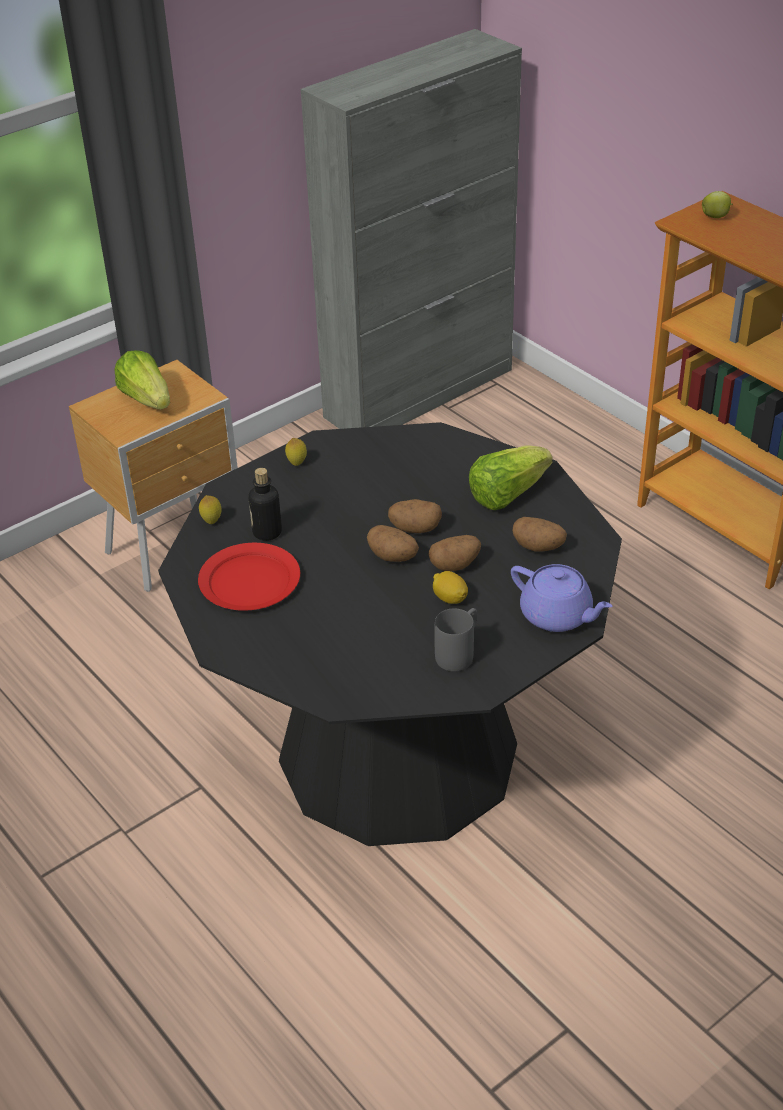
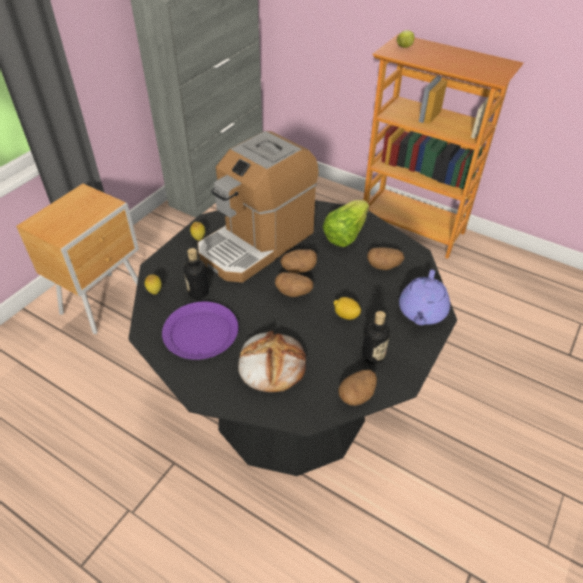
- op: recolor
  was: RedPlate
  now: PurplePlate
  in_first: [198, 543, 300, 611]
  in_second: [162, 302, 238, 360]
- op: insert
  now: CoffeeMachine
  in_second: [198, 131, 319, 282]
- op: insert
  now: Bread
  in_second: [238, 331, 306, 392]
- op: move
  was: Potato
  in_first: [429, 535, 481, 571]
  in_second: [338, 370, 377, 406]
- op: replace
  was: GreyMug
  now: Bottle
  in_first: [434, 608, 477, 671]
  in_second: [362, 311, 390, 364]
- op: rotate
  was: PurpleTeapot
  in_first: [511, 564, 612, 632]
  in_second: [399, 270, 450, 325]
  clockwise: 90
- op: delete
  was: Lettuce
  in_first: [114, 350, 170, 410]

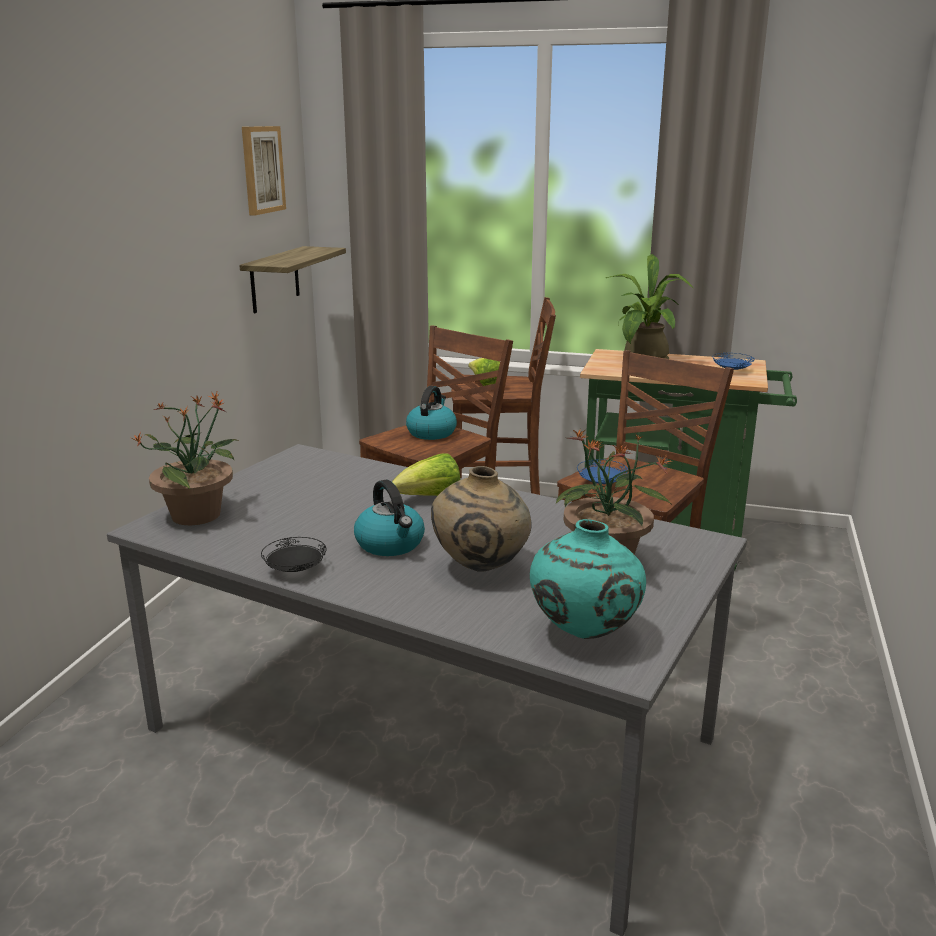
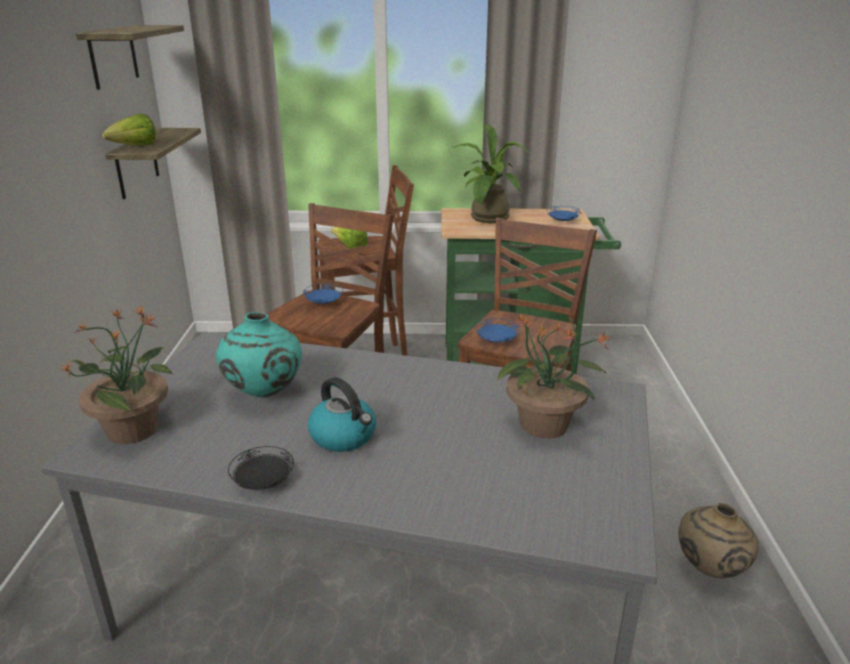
- op: replace
  was: Picture
  now: Shelf
  in_first: [242, 126, 286, 216]
  in_second: [76, 25, 184, 90]
- op: move
  was: Lettuce
  in_first: [392, 454, 460, 496]
  in_second: [102, 114, 156, 146]
- op: move
  was: TurquoiseVase
  in_first: [530, 519, 646, 639]
  in_second: [216, 312, 302, 398]
- op: replace
  was: Kettle
  now: BluePlate
  in_first: [406, 386, 457, 440]
  in_second: [303, 283, 343, 304]
- op: move
  was: BeigeVase
  in_first: [431, 466, 532, 572]
  in_second: [678, 503, 759, 578]

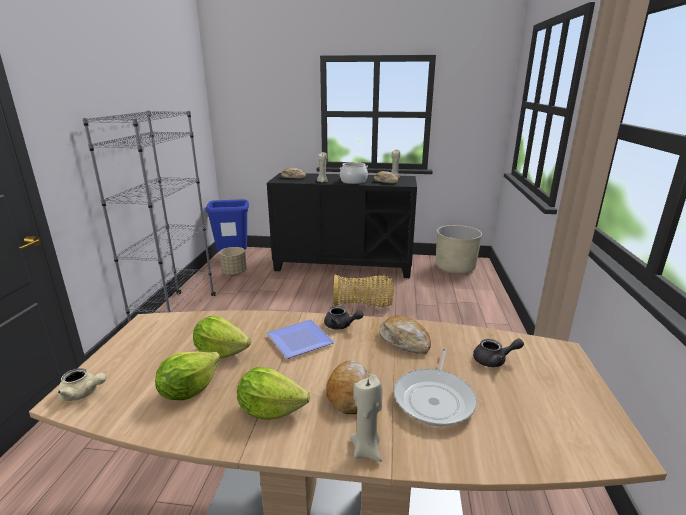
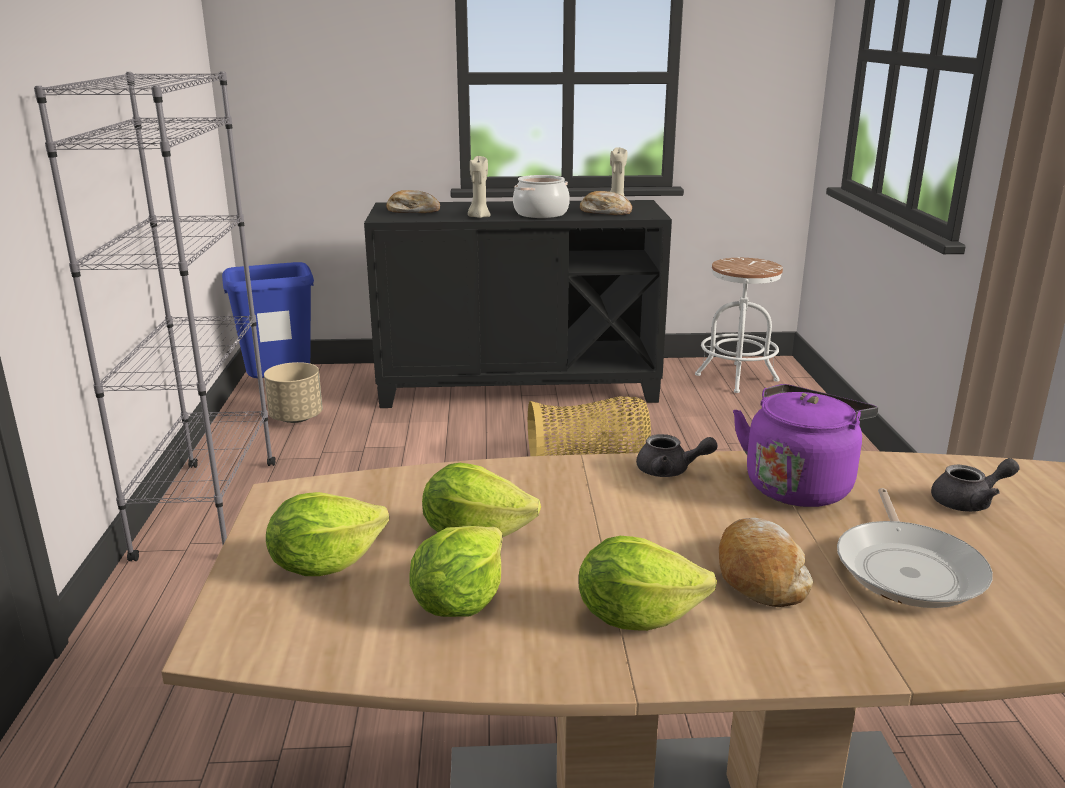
- op: insert
  now: Lettuce
  in_second: [266, 492, 389, 576]
- op: replace
  was: BeigePlanter
  now: WhiteStool
  in_first: [436, 225, 482, 274]
  in_second: [695, 258, 783, 393]
- op: replace
  was: Bread
  now: PurpleKettle
  in_first: [379, 315, 431, 354]
  in_second: [733, 384, 878, 507]
- op: delete
  was: BeigeTeapot
  in_first: [57, 368, 107, 401]
- op: delete
  was: Plate
  in_first: [266, 319, 334, 359]
- op: delete
  was: BeigeCandle
  in_first: [350, 374, 382, 462]

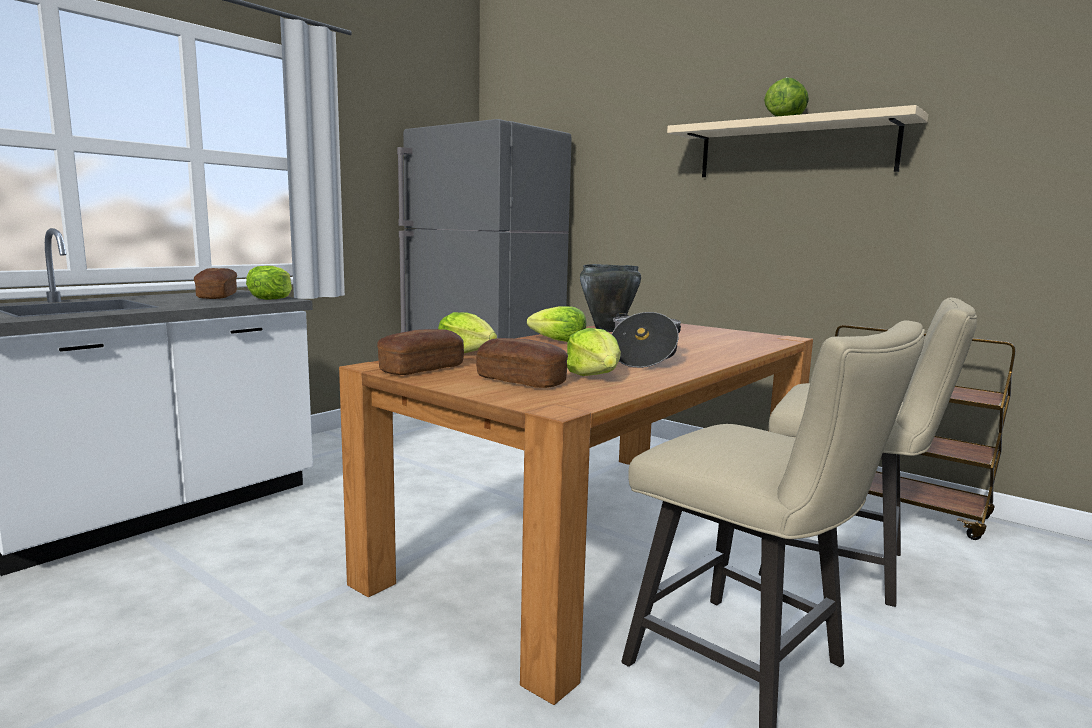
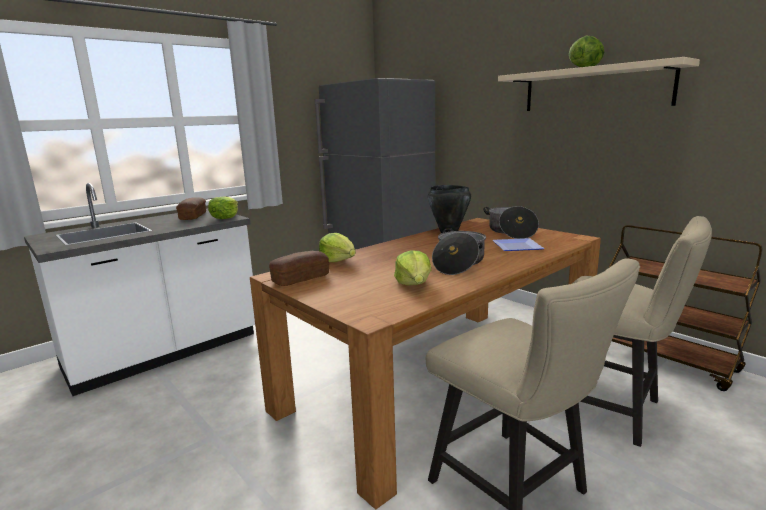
- op: insert
  now: CookingPot
  in_second: [484, 206, 539, 239]
- op: insert
  now: Plate
  in_second: [493, 238, 545, 251]
- op: delete
  was: Bread
  in_first: [476, 338, 568, 388]
- op: delete
  was: Lettuce
  in_first: [527, 306, 586, 342]

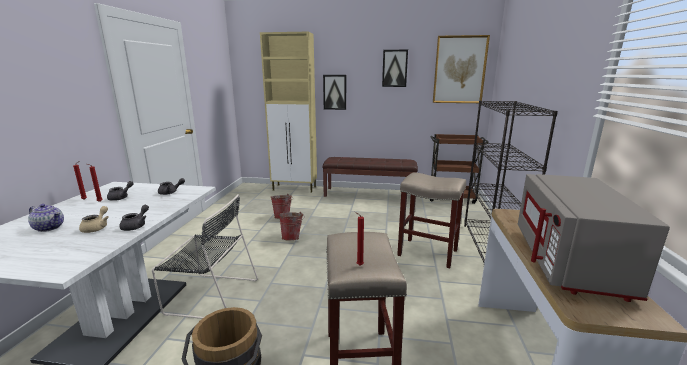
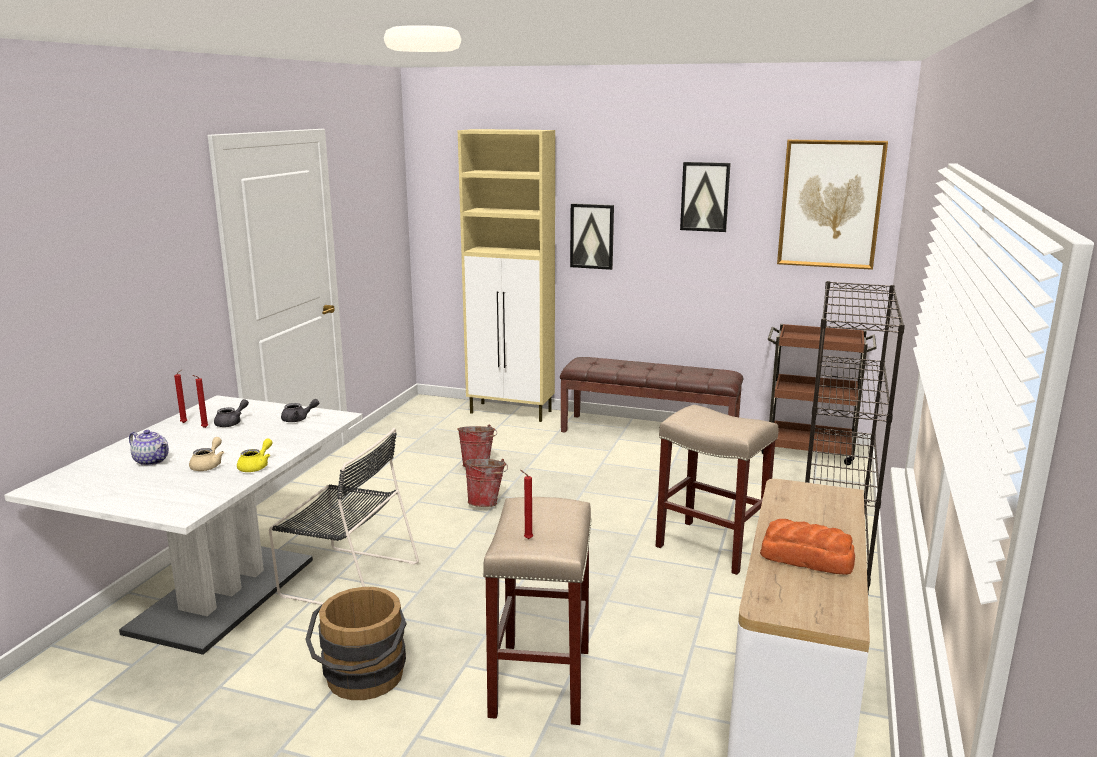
- op: recolor
  was: GreyTeapot
  now: YellowTeapot
  in_first: [120, 205, 149, 231]
  in_second: [237, 438, 273, 472]
- op: replace
  was: GreyMicrowave
  now: Bread
  in_first: [518, 174, 670, 302]
  in_second: [760, 519, 855, 575]

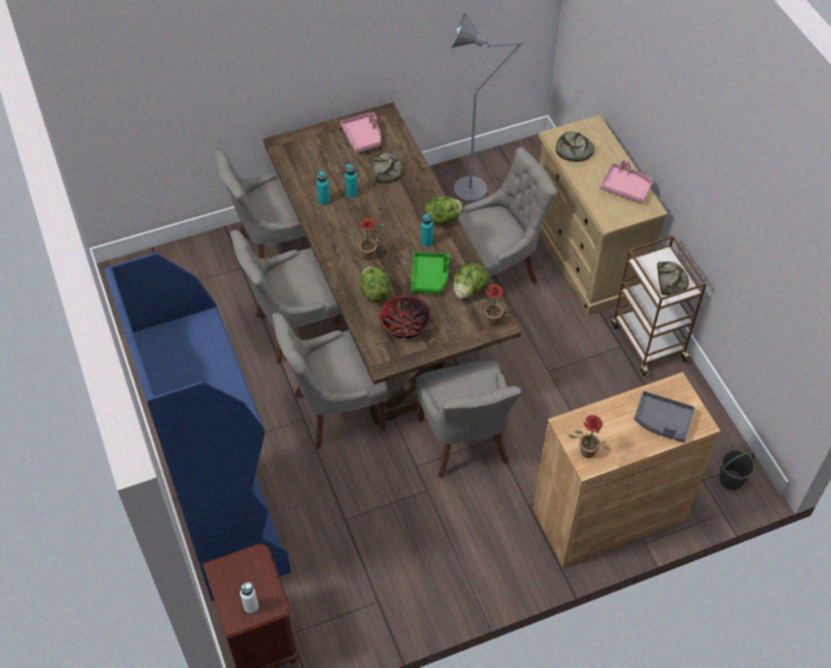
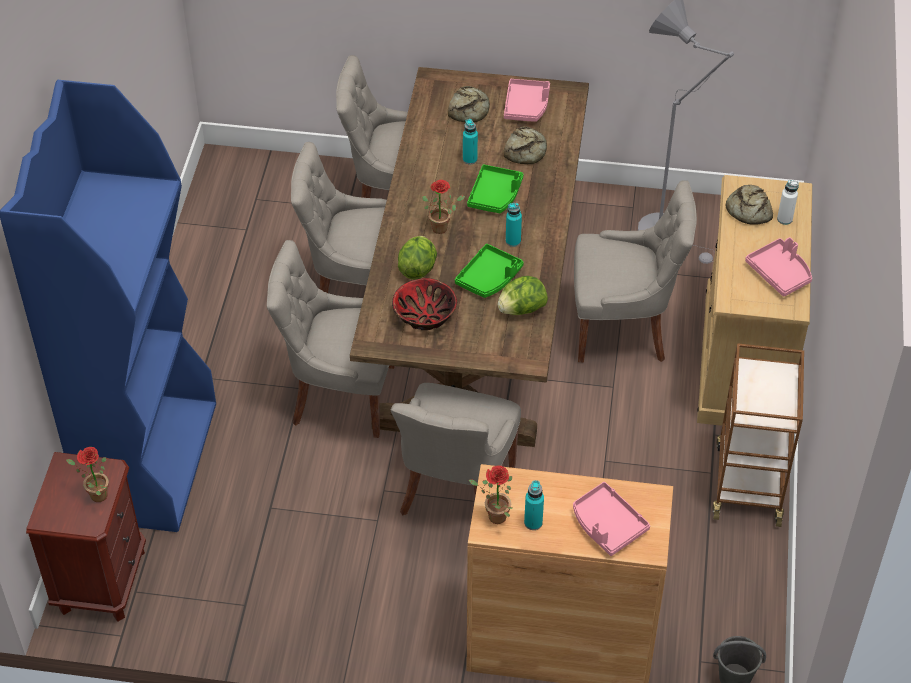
- op: move
  was: PottedPlant
  in_first: [473, 284, 510, 326]
  in_second: [66, 447, 109, 502]
- op: move
  was: Bread
  in_first: [657, 261, 689, 296]
  in_second: [448, 86, 490, 122]
- op: insert
  now: GreenTray
  in_second: [467, 164, 524, 213]
- op: move
  was: TurquoiseBottle
  in_first: [316, 170, 330, 206]
  in_second: [524, 480, 544, 530]
- op: recolor
  was: GreyTray
  now: PinkTray
  in_first: [634, 391, 695, 442]
  in_second: [573, 482, 650, 556]
- op: move
  was: WhiteBottle
  in_first: [240, 582, 259, 614]
  in_second: [777, 180, 799, 225]
- op: delete
  was: Lettuce
  in_first: [424, 196, 462, 226]

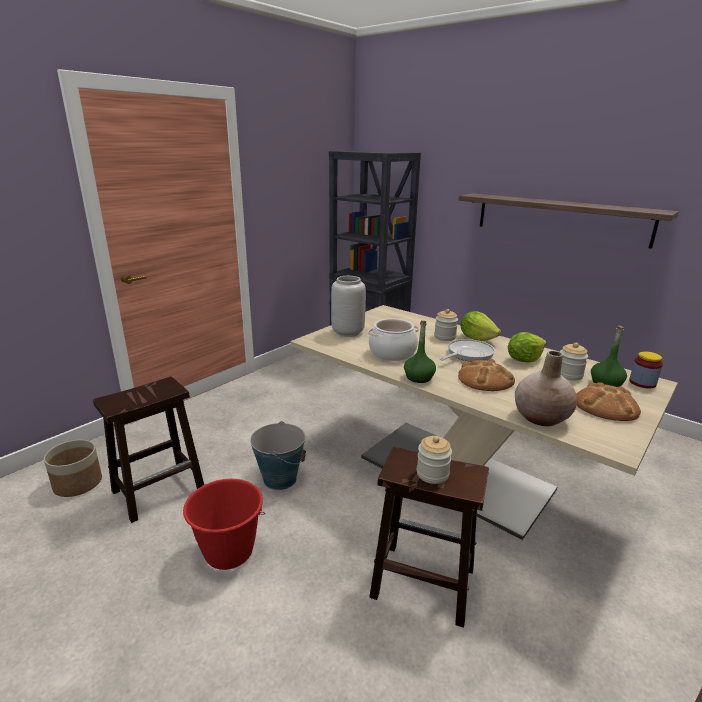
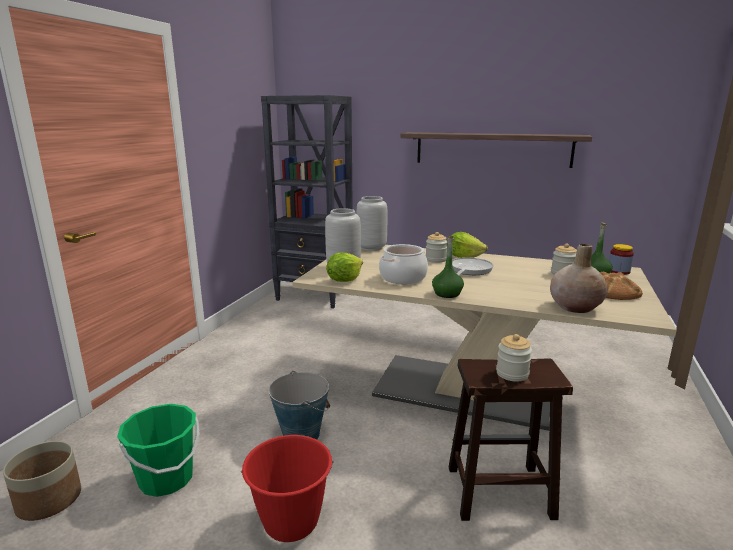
- op: replace
  was: BrownStool
  now: GreenBucket
  in_first: [93, 377, 204, 523]
  in_second: [117, 404, 200, 497]
- op: move
  was: Lettuce
  in_first: [508, 332, 547, 363]
  in_second: [326, 253, 363, 282]
- op: insert
  now: GreyVase
  in_second: [357, 196, 387, 251]
- op: delete
  was: Bread
  in_first: [458, 358, 515, 391]

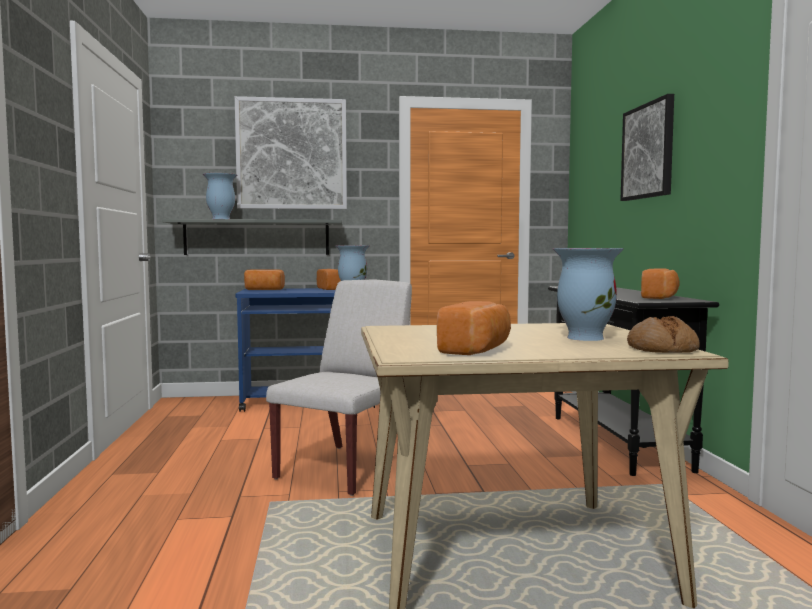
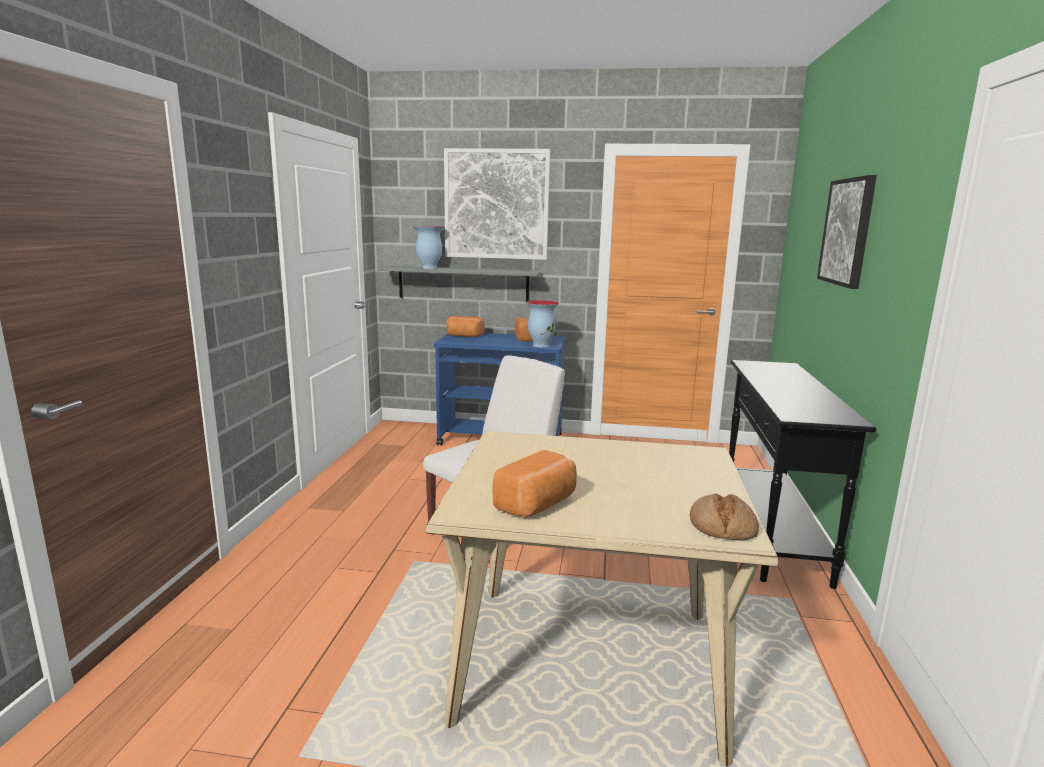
- op: delete
  was: Vase
  in_first: [553, 248, 624, 341]
- op: delete
  was: Bread
  in_first: [641, 268, 680, 299]

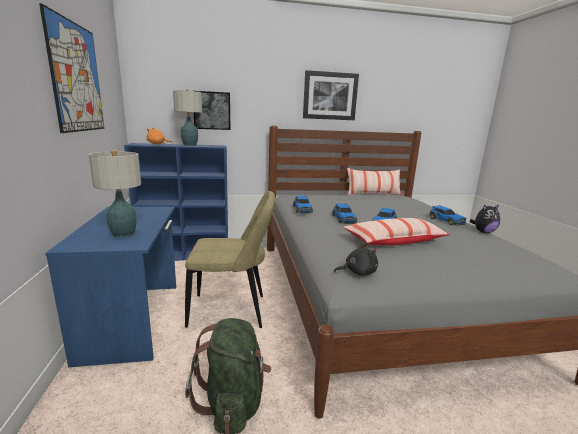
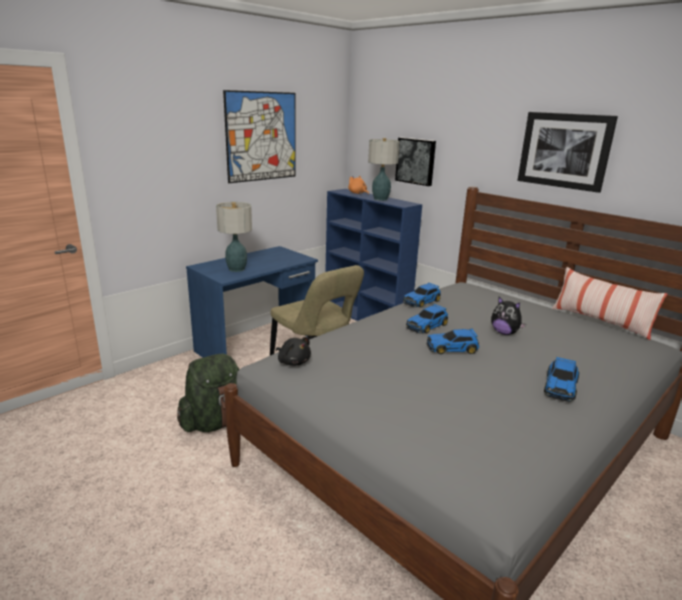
- op: move
  was: PlushToy
  in_first: [470, 205, 500, 233]
  in_second: [491, 297, 526, 335]
- op: delete
  was: Pillow
  in_first: [343, 218, 450, 245]

